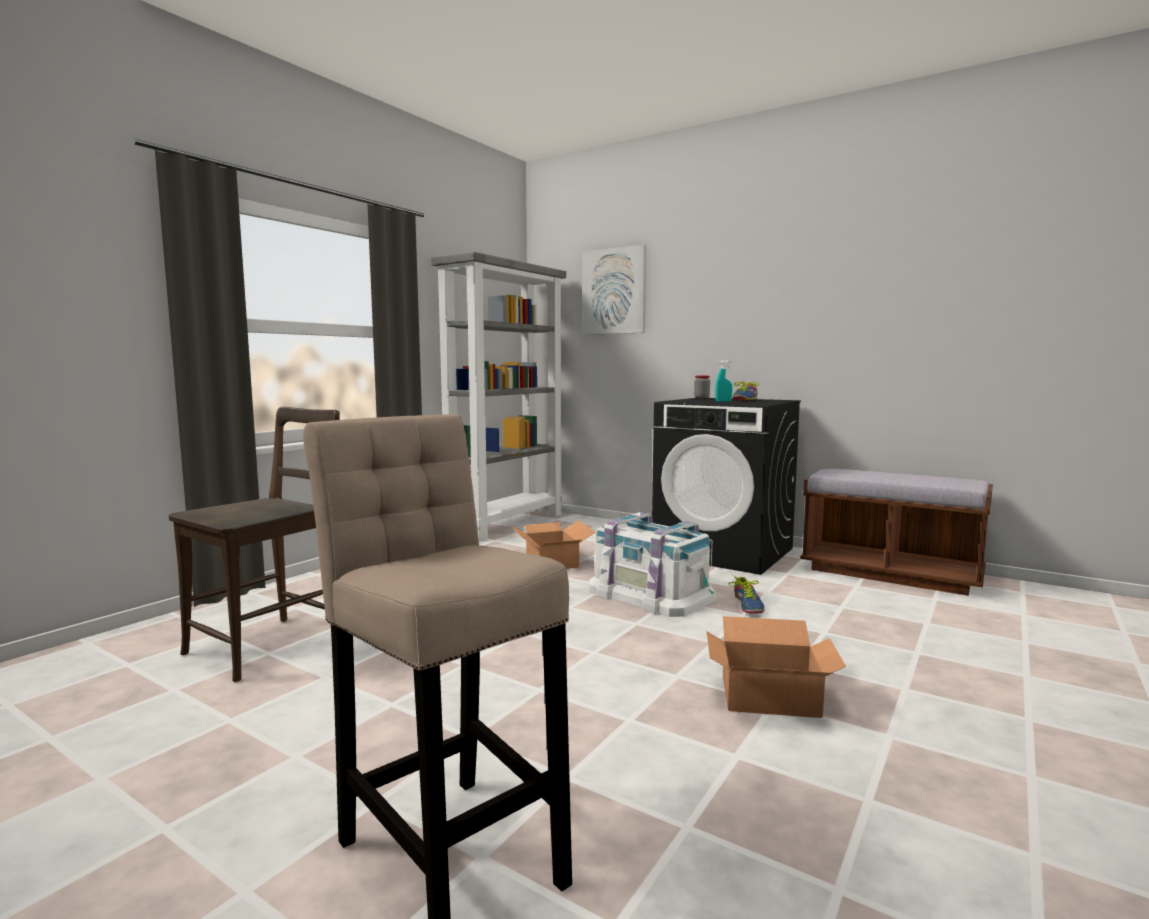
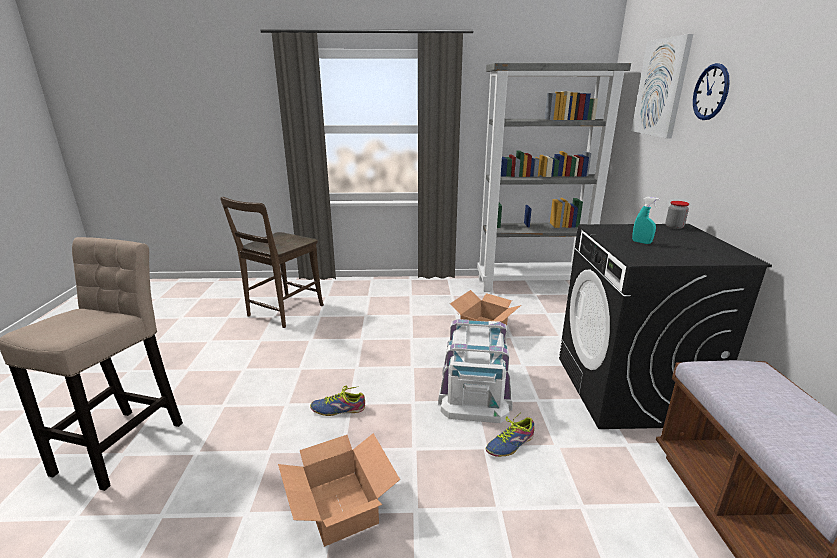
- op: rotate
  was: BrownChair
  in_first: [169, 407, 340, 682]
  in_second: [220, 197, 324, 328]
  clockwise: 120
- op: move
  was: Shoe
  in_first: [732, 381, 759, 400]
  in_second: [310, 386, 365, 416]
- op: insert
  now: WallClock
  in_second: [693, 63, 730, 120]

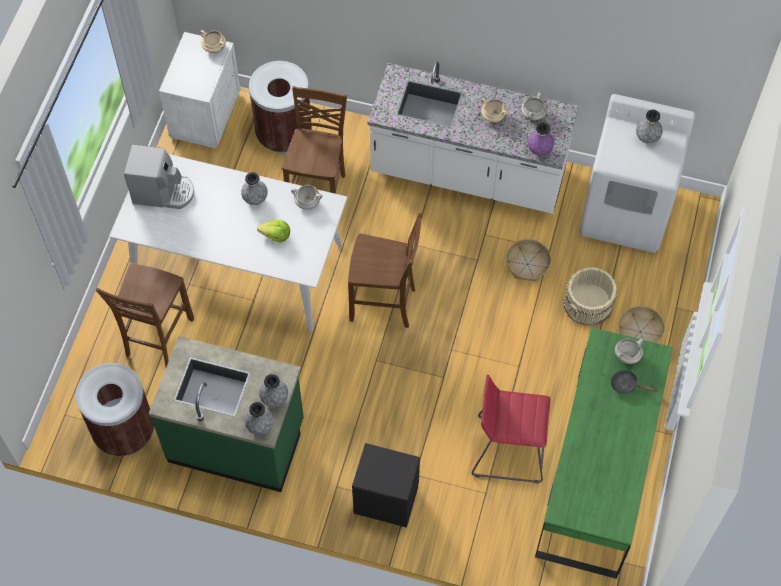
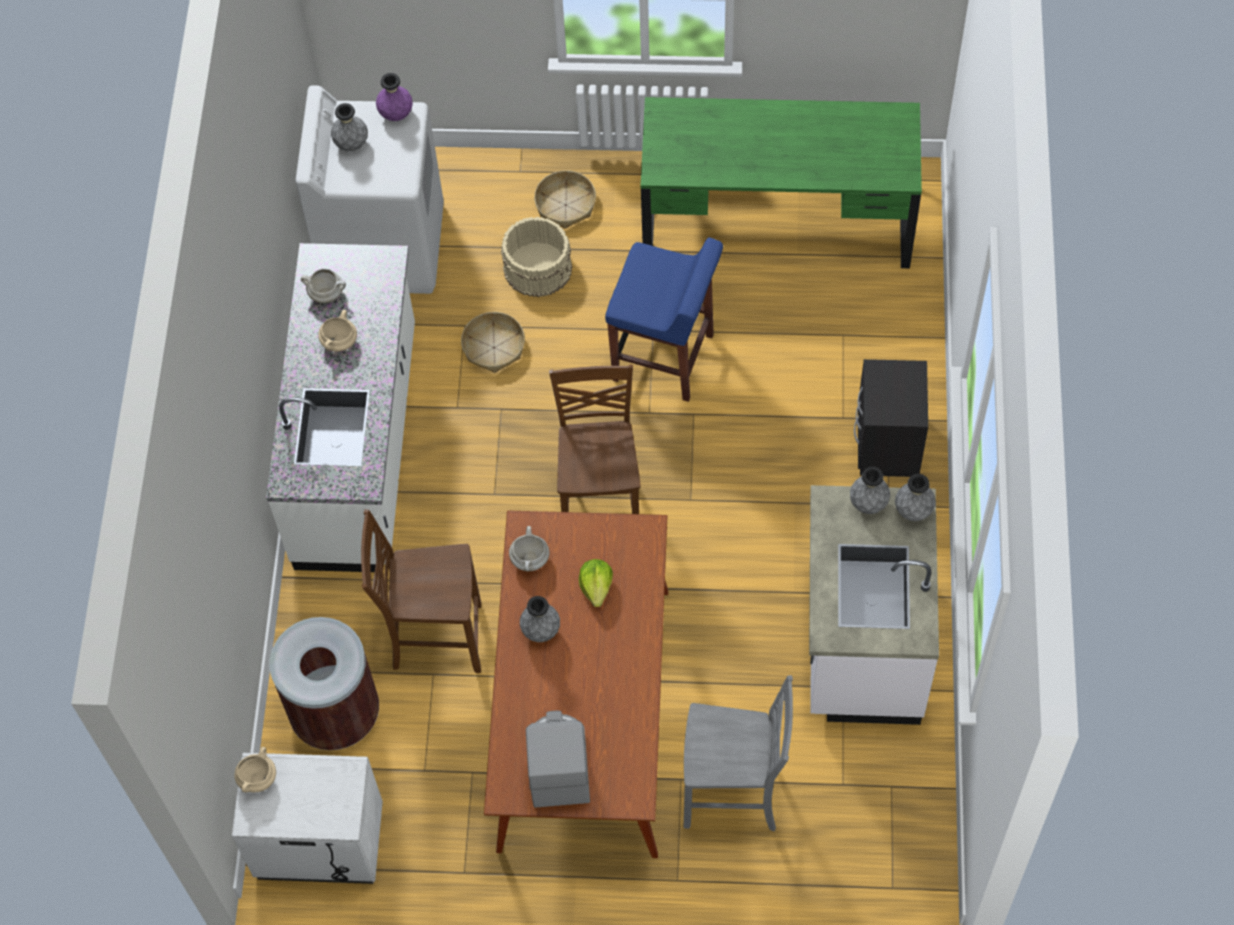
- op: move
  was: PurpleVase
  in_first: [528, 122, 554, 156]
  in_second: [376, 73, 413, 121]
- op: recolor
  was: WhiteDiningTable
  now: BrownDiningTable
  in_first: [109, 154, 347, 332]
  in_second: [484, 511, 668, 858]
- op: insert
  now: BlueStool
  in_second: [605, 237, 723, 402]
- op: recolor
  was: BrownChair
  now: GreyChair
  in_first: [96, 263, 194, 367]
  in_second: [684, 675, 793, 831]
- op: recolor
  was: GreenCounter
  now: WhiteCounter
  in_first: [149, 336, 304, 492]
  in_second: [809, 485, 939, 725]
- op: delete
  was: BrownTrashCan
  in_first: [76, 363, 154, 456]
- op: delete
  was: RedStool
  in_first: [472, 375, 551, 483]
- op: delete
  was: BlackFryingPan
  in_first: [611, 370, 657, 394]
- op: delete
  was: WhiteCookingPot
  in_first: [615, 338, 644, 364]

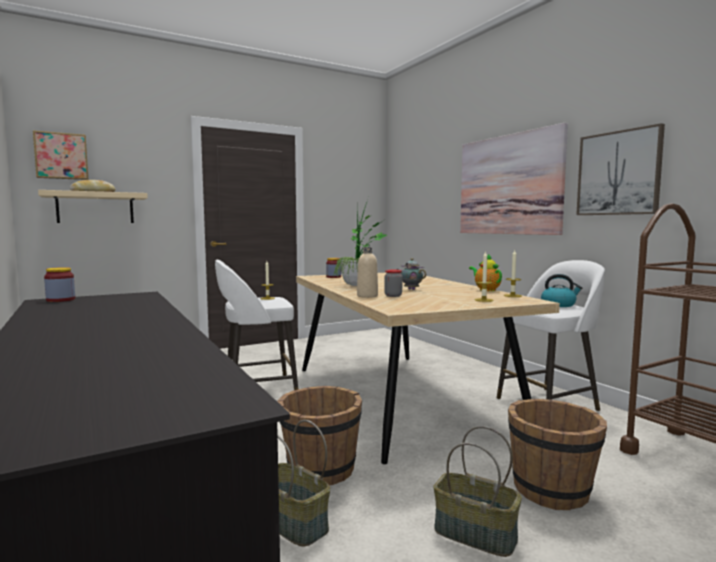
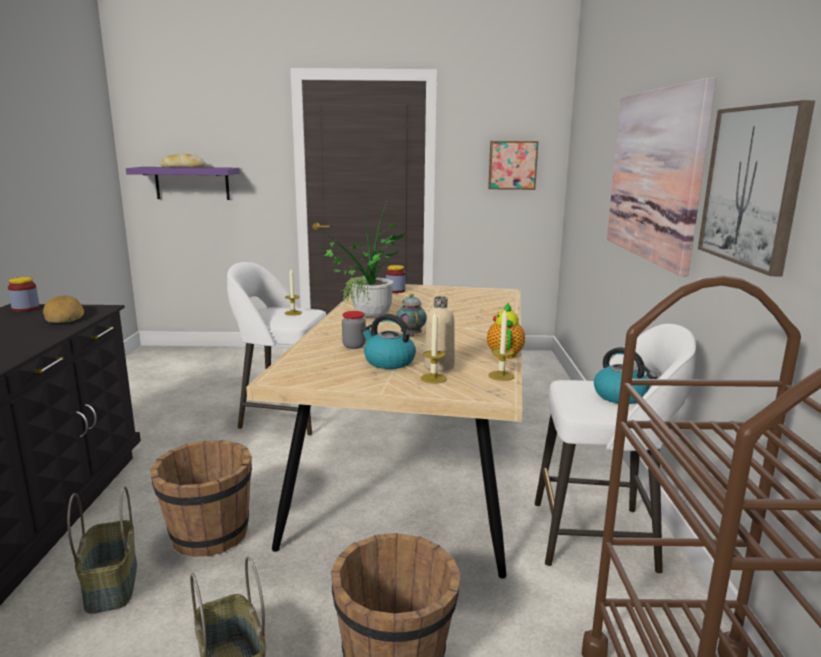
- op: insert
  now: Bread
  in_second: [43, 296, 84, 323]
- op: recolor
  was: BeigeShelf
  now: PurpleShelf
  in_first: [38, 190, 148, 223]
  in_second: [126, 167, 240, 200]
- op: insert
  now: Kettle
  in_second: [361, 314, 416, 369]
- op: move
  was: BeigeBottle
  in_first: [357, 247, 378, 298]
  in_second: [424, 296, 455, 371]
- op: move
  was: Picture
  in_first: [33, 130, 89, 180]
  in_second: [488, 141, 539, 190]

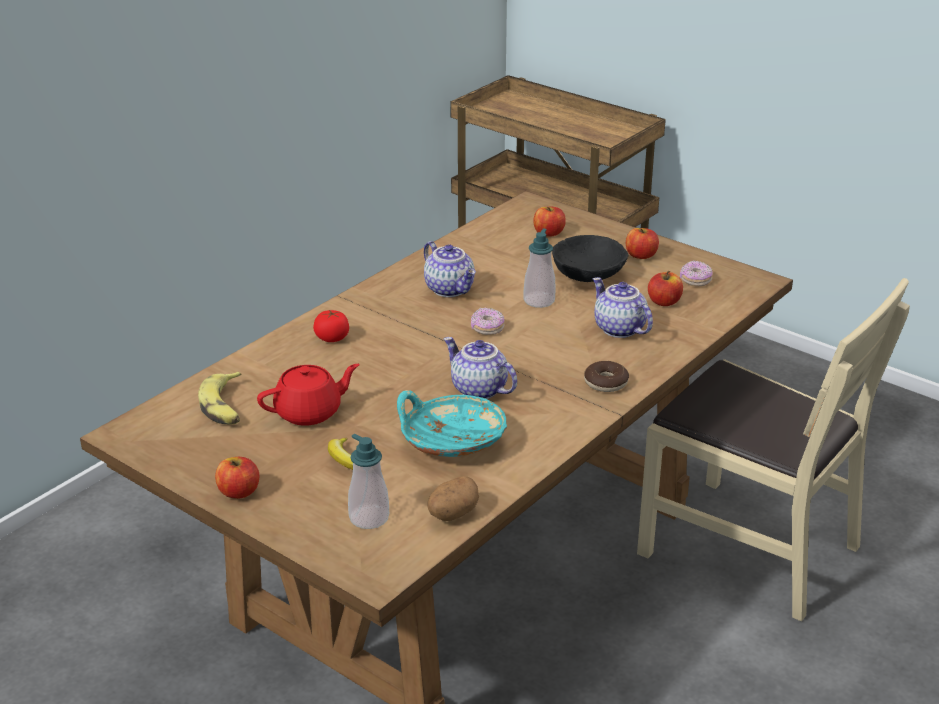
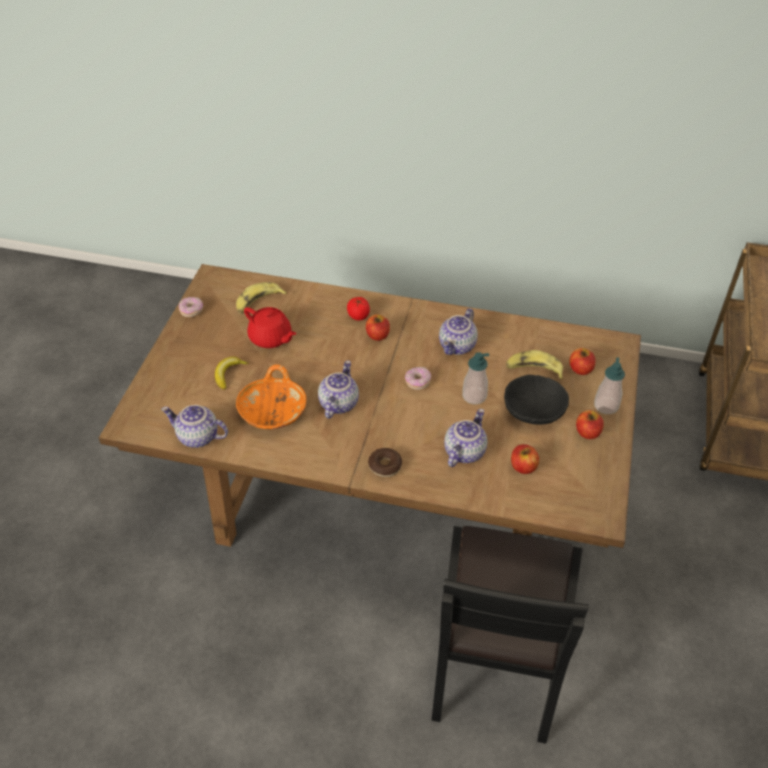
- op: replace
  was: Potato
  now: Teapot
  in_first: [427, 476, 479, 521]
  in_second: [161, 405, 228, 448]
- op: move
  was: Donut
  in_first: [680, 261, 713, 286]
  in_second: [179, 297, 203, 317]
- op: recolor
  was: TurquoiseBowl
  now: OrangeBowl
  in_first: [397, 390, 507, 457]
  in_second: [236, 364, 306, 429]
- op: move
  was: Apple
  in_first: [215, 457, 259, 499]
  in_second: [366, 314, 390, 341]
- op: recolor
  was: BeigeChair
  now: BlackChair
  in_first: [637, 278, 910, 621]
  in_second: [432, 526, 589, 744]
- op: insert
  now: Banana
  in_second: [506, 350, 563, 380]
- op: move
  was: SoapDispenser
  in_first: [348, 434, 389, 529]
  in_second: [594, 357, 625, 414]

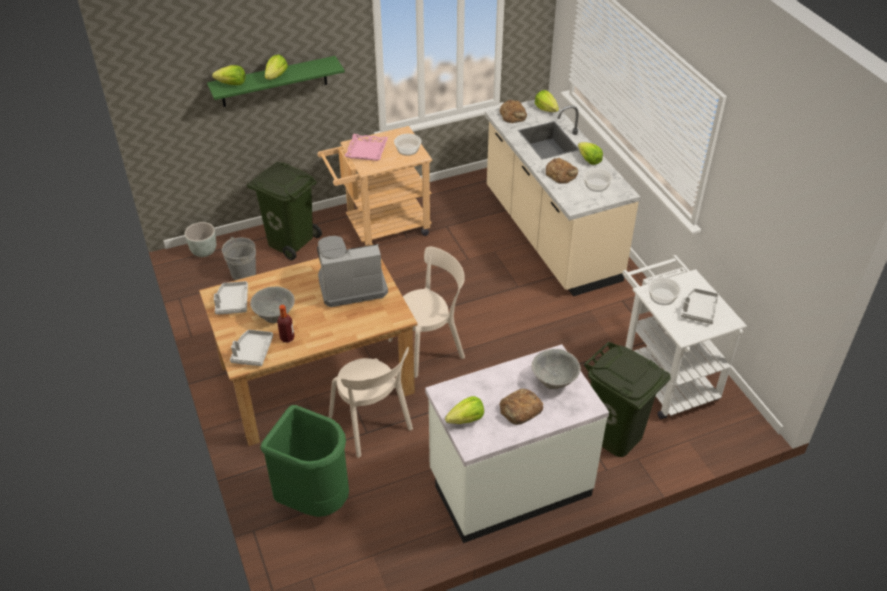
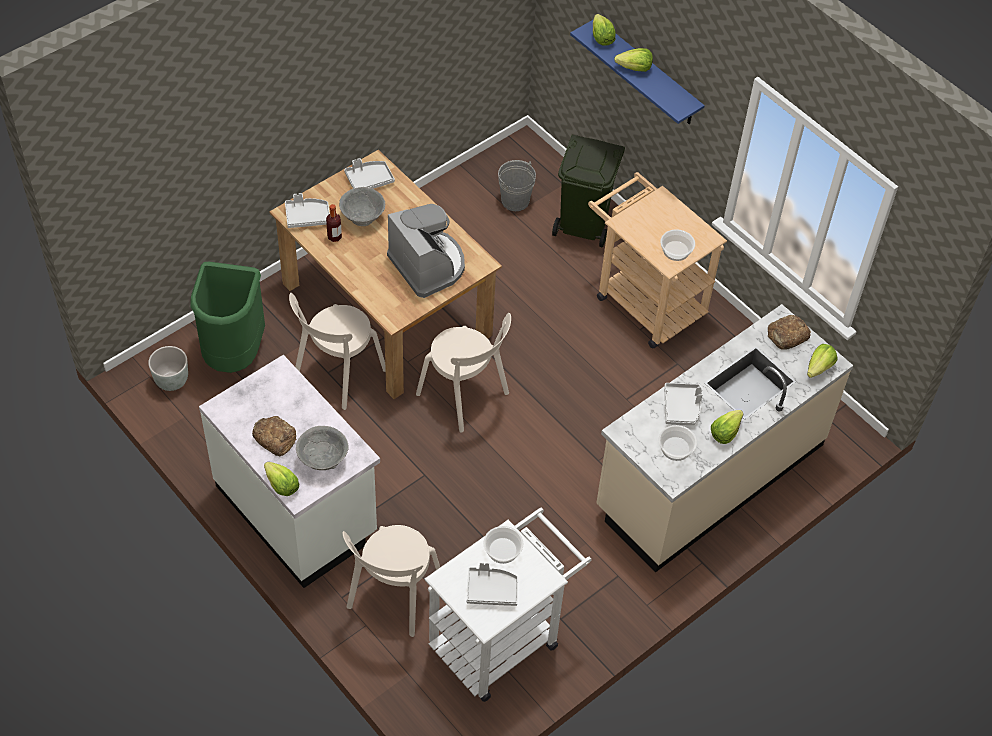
- op: move
  was: GreyPlanter
  in_first: [185, 222, 216, 257]
  in_second: [148, 346, 188, 391]
- op: move
  was: Lettuce
  in_first: [445, 396, 484, 424]
  in_second: [264, 462, 299, 496]
- op: replace
  was: GreenTrashCan
  now: BeigeChair
  in_first: [584, 342, 671, 457]
  in_second: [343, 525, 440, 637]
- op: recolor
  was: GreenShelf
  now: BlueShelf
  in_first: [207, 56, 345, 107]
  in_second: [570, 20, 705, 124]
- op: replace
  was: Bread
  now: GreyTray
  in_first: [546, 158, 578, 184]
  in_second: [664, 383, 703, 425]
- op: delete
  was: PinkTray
  in_first: [345, 134, 388, 161]

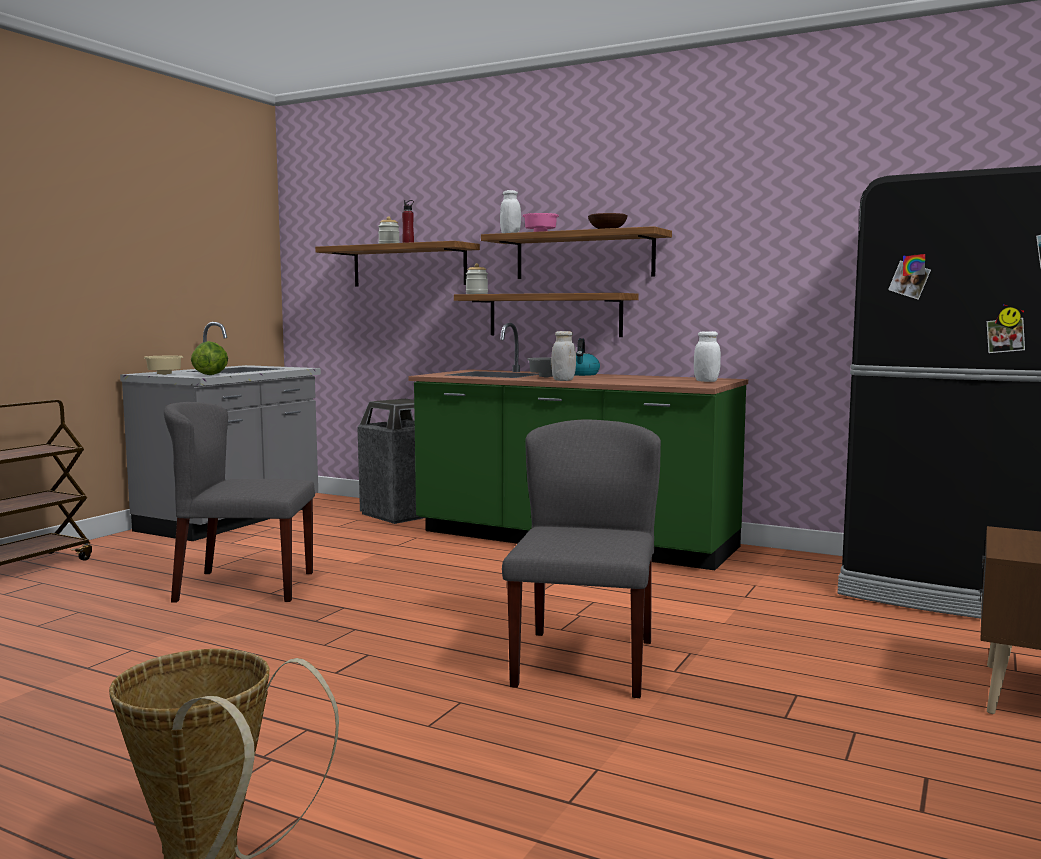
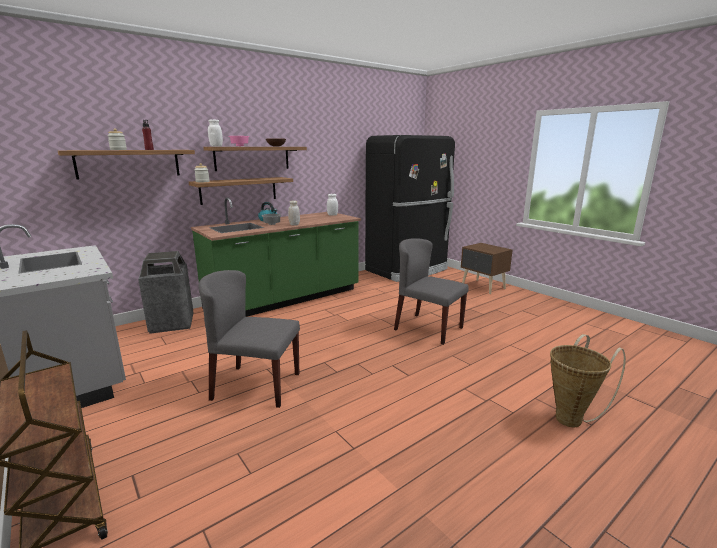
- op: rotate
  was: GreyChair
  in_first: [164, 402, 315, 602]
  in_second: [198, 270, 300, 408]
  clockwise: 75
- op: delete
  was: BeigeBowl
  in_first: [144, 356, 183, 375]
- op: delete
  was: Lettuce
  in_first: [191, 341, 228, 375]

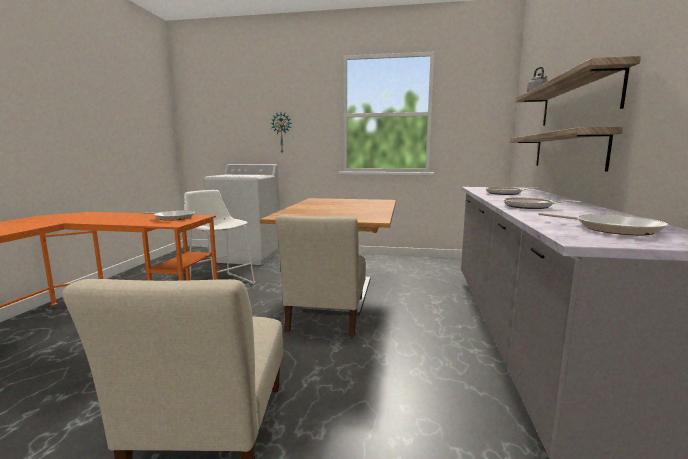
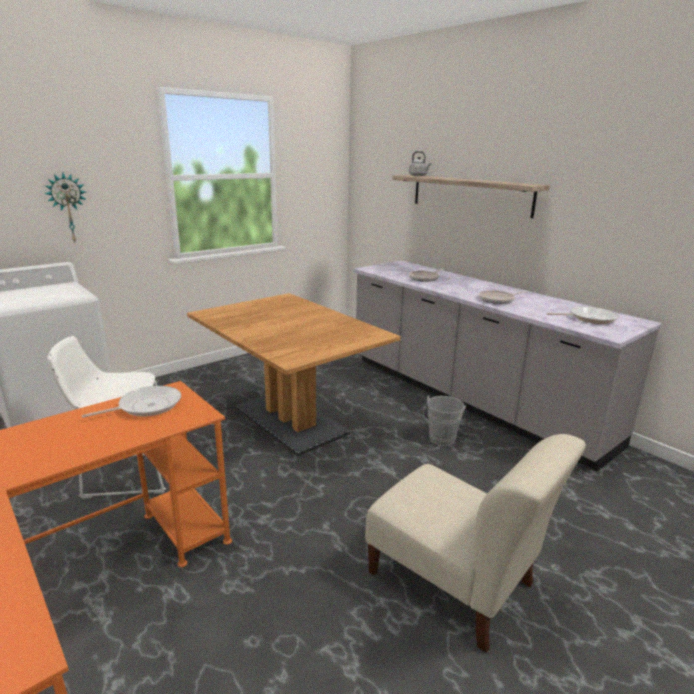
- op: insert
  now: GreyBucket
  in_second: [423, 396, 466, 446]
- op: delete
  was: BeigeChair
  in_first: [275, 215, 366, 337]
- op: delete
  was: Shelf
  in_first: [510, 127, 623, 172]

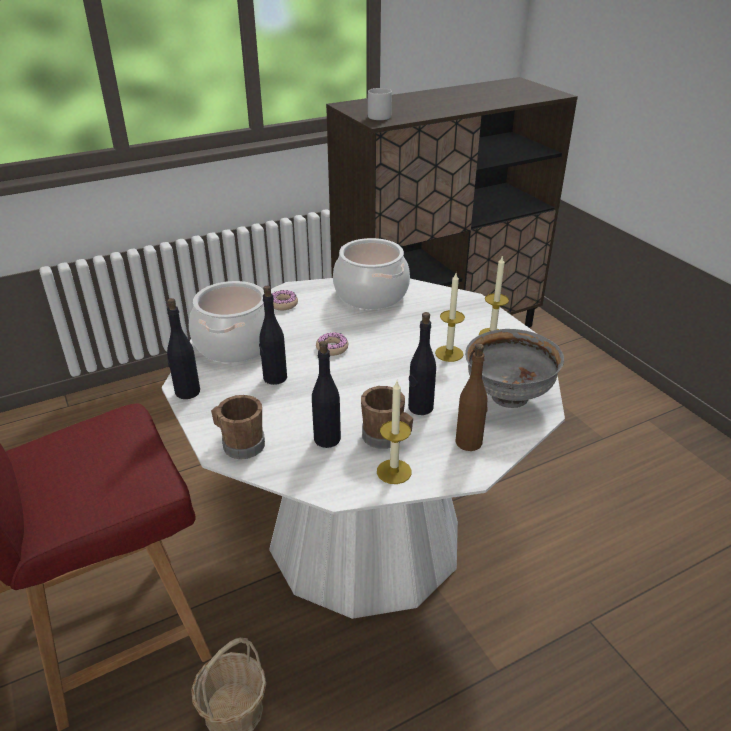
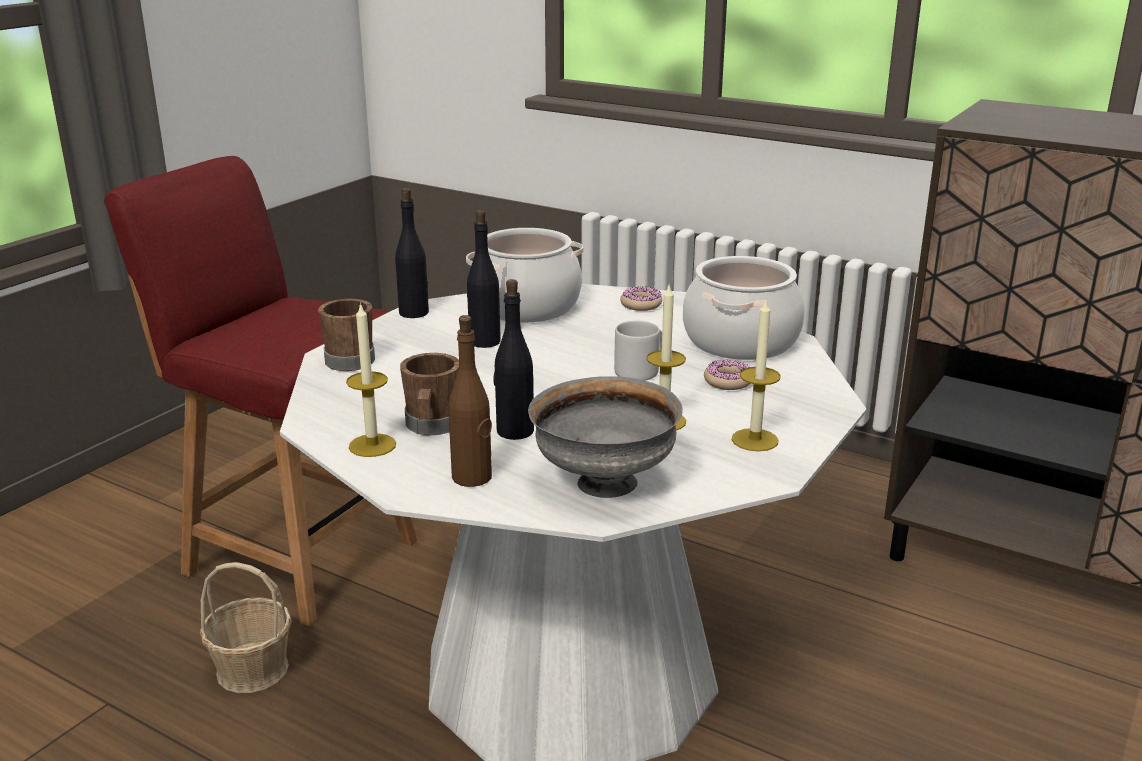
- op: move
  was: GreyMug
  in_first: [368, 88, 392, 120]
  in_second: [614, 321, 662, 381]
- op: move
  was: Donut
  in_first: [316, 332, 348, 356]
  in_second: [704, 360, 751, 390]
- op: delete
  was: BlackBottle
  in_first: [312, 341, 341, 448]

